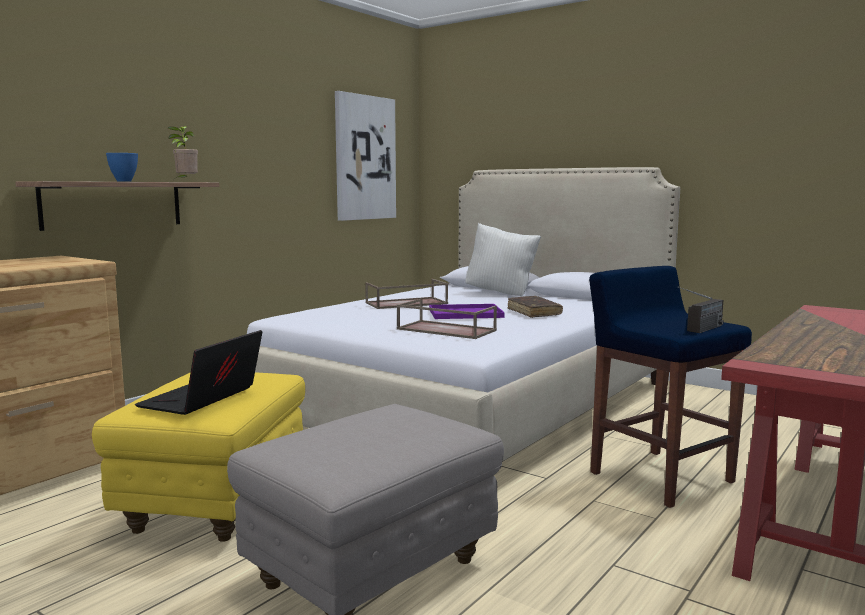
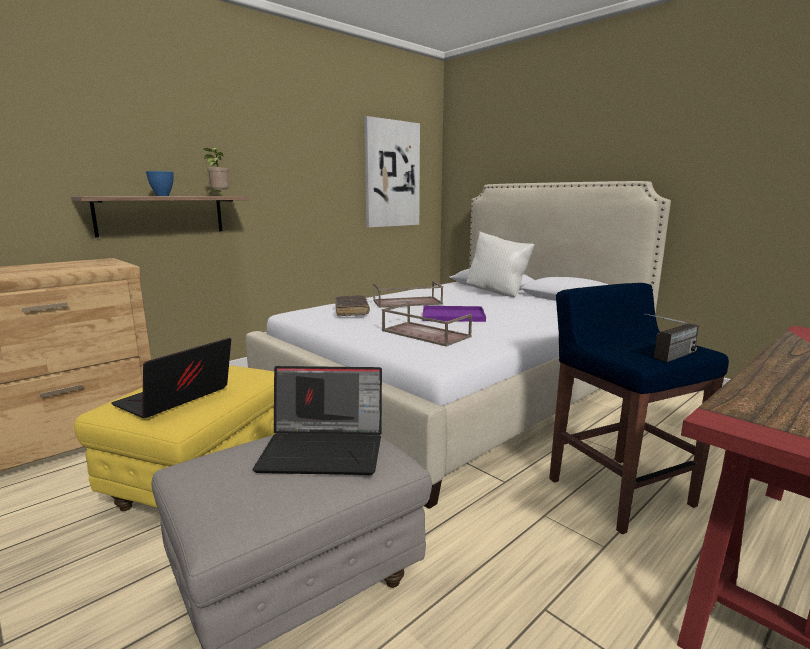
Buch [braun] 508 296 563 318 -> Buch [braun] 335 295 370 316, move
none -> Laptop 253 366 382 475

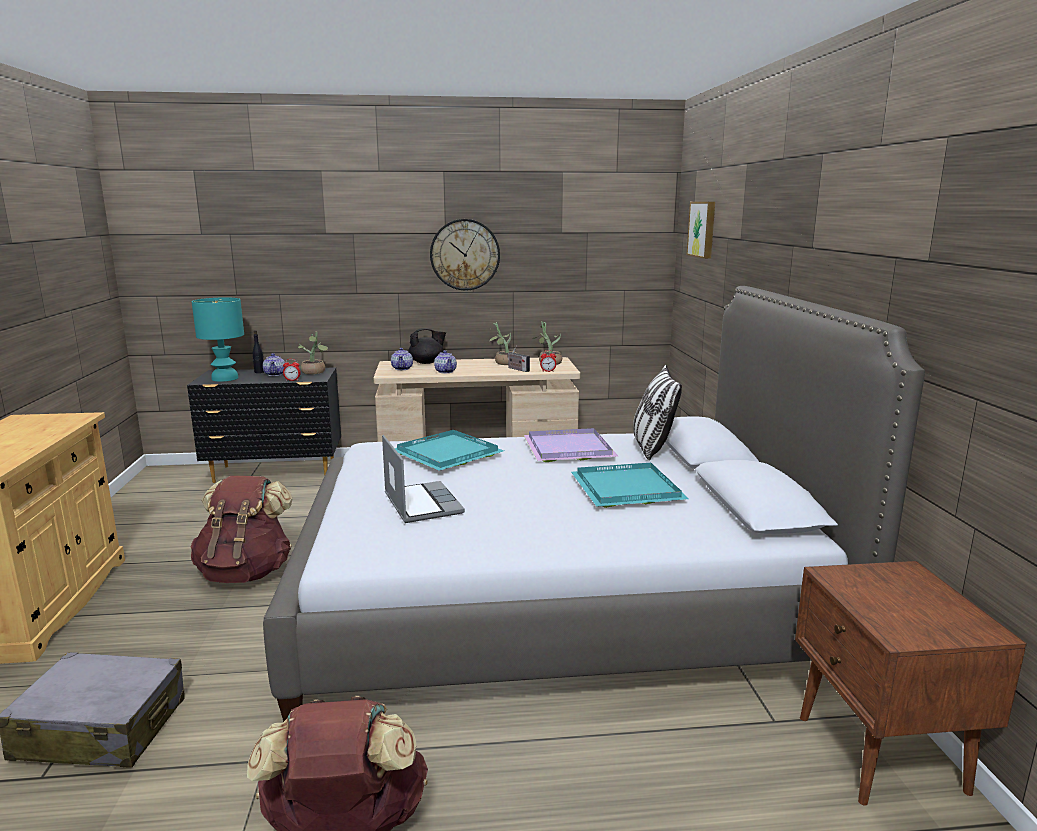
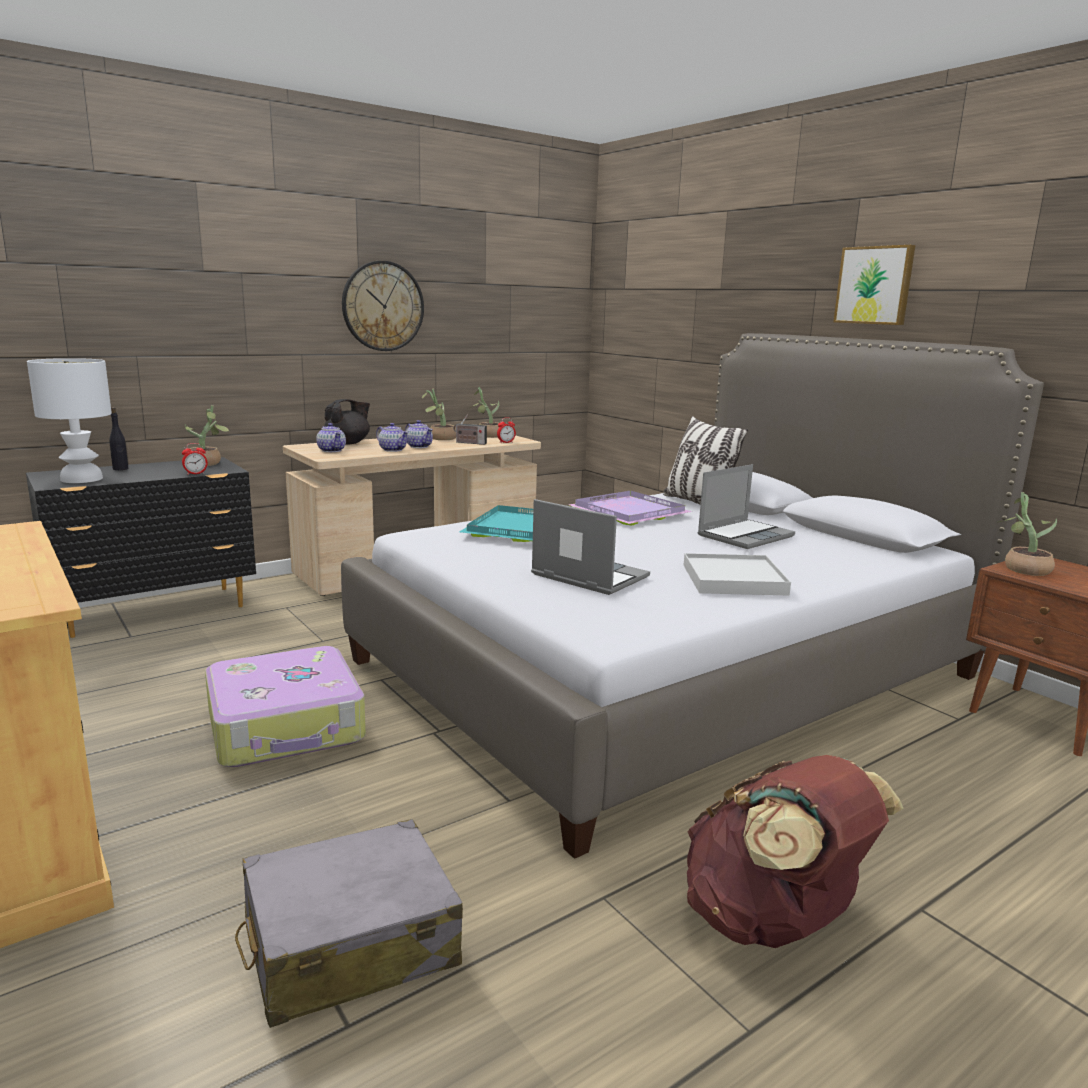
Rucksack [braun] 190 476 293 583 -> Koffer 205 646 366 767
Tischlampe [türkis] 192 297 244 382 -> Tischlampe [weiß] 27 358 112 483
Teekanne 263 353 286 376 -> Teekanne 405 420 433 448, move
Tablett [türkis] 571 463 689 508 -> Laptop 698 464 795 549
Bild 687 202 715 259 -> Bild 834 245 915 325, move
none -> Tablett [weiß] 684 553 791 596
none -> Topfpflanze 998 492 1057 576

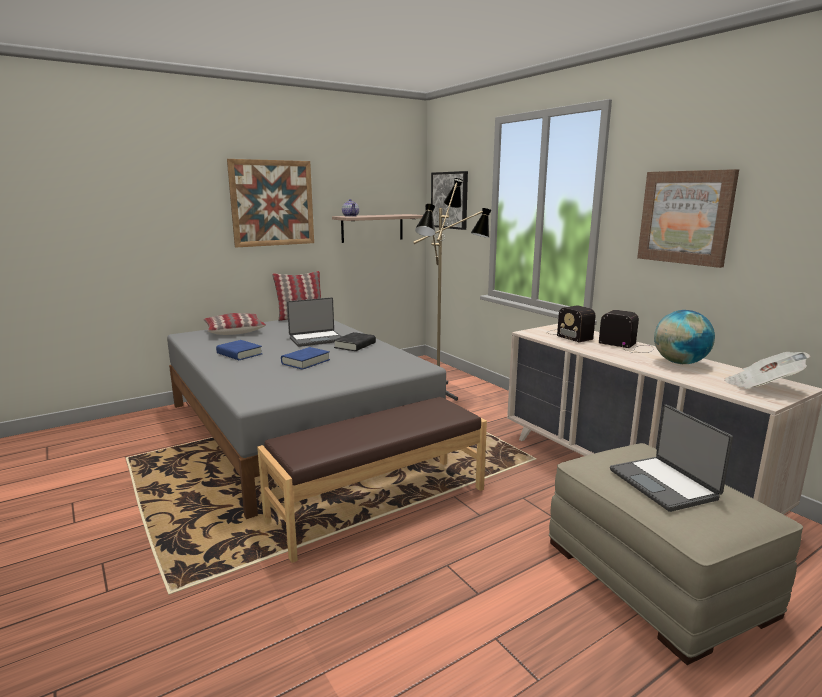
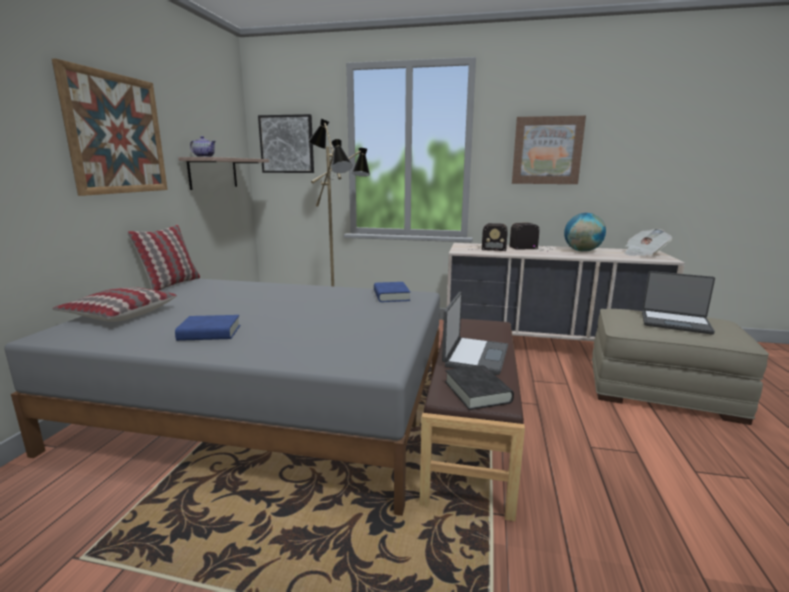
Buch [blau] 281 347 330 370 -> Buch [blau] 374 282 410 302, move
Laptop 287 297 342 347 -> Laptop 442 292 508 375, move
Buch [schwarz] 334 332 376 351 -> Buch [schwarz] 445 365 514 410, move

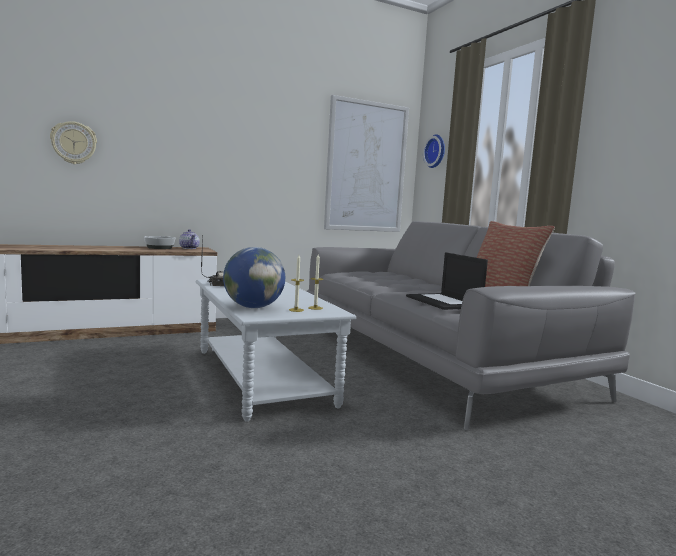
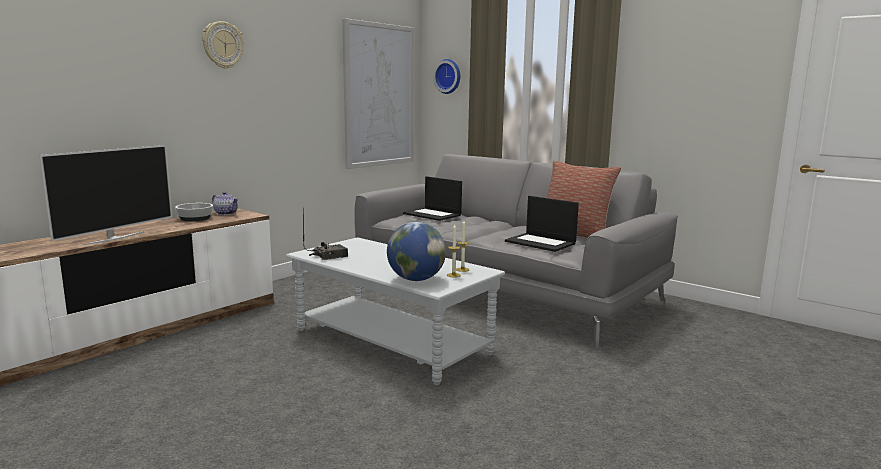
Wanduhr 50 121 97 164 -> Wanduhr 202 21 244 69, move
none -> Fernseher 39 145 172 246
none -> Laptop 403 176 462 221

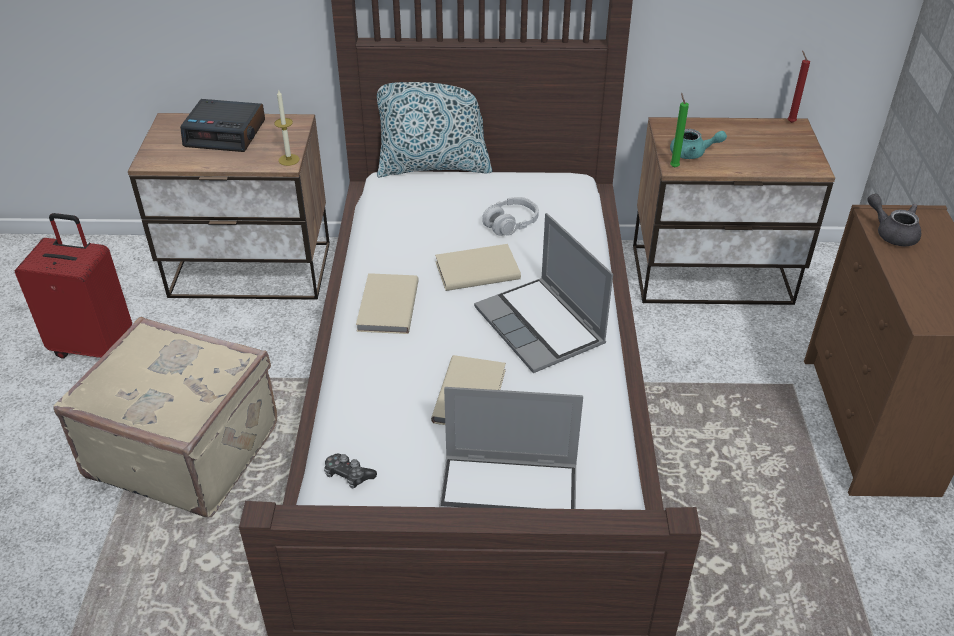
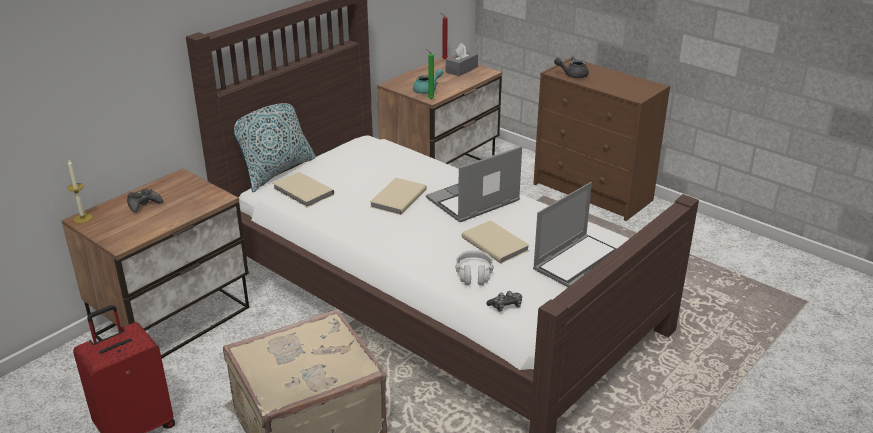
Wecker 180 99 265 152 -> Gamepad [schwarz] 127 188 163 213
Kerze 274 89 300 166 -> Kerze 67 160 92 223, move
Buch [beige] 356 273 419 334 -> Buch [beige] 273 172 334 207, move
Laptop 474 213 613 373 -> Laptop 426 146 522 222, 135 degrees clockwise
Kopfhörer [grau] 482 197 539 236 -> Kopfhörer [grau] 455 250 494 285, move
none -> Taschentuchbox [grau] 446 43 478 76

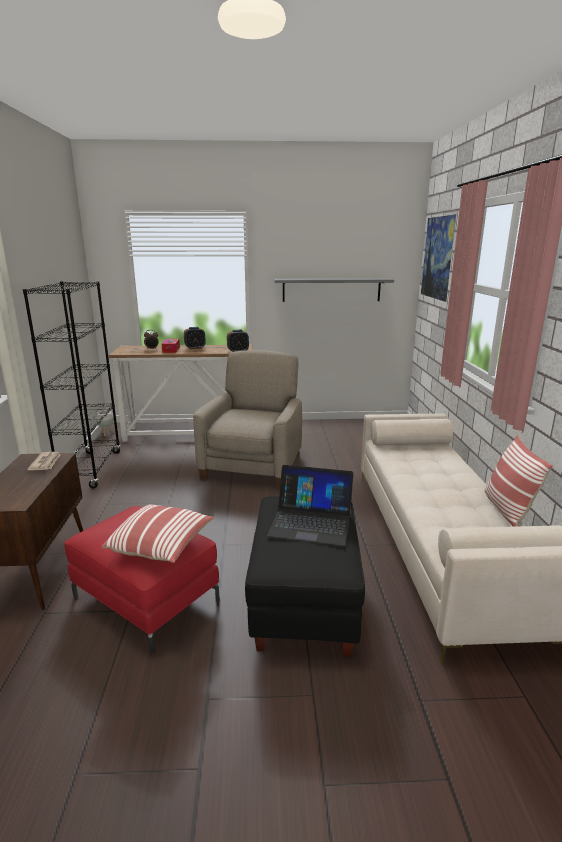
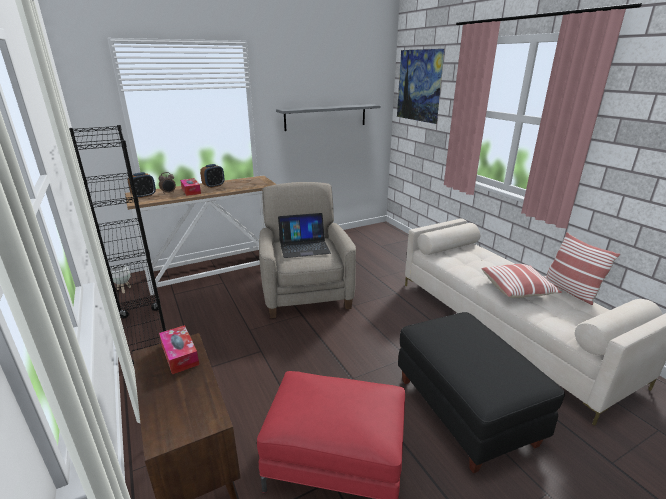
Zeitung 27 452 61 470 -> Taschentuchbox 159 325 199 374
Kissen 101 504 214 563 -> Kissen 482 264 562 298, move
Wecker 227 330 249 352 -> Wecker 128 172 156 198, move
Laptop 267 465 354 546 -> Laptop 278 213 331 258, move

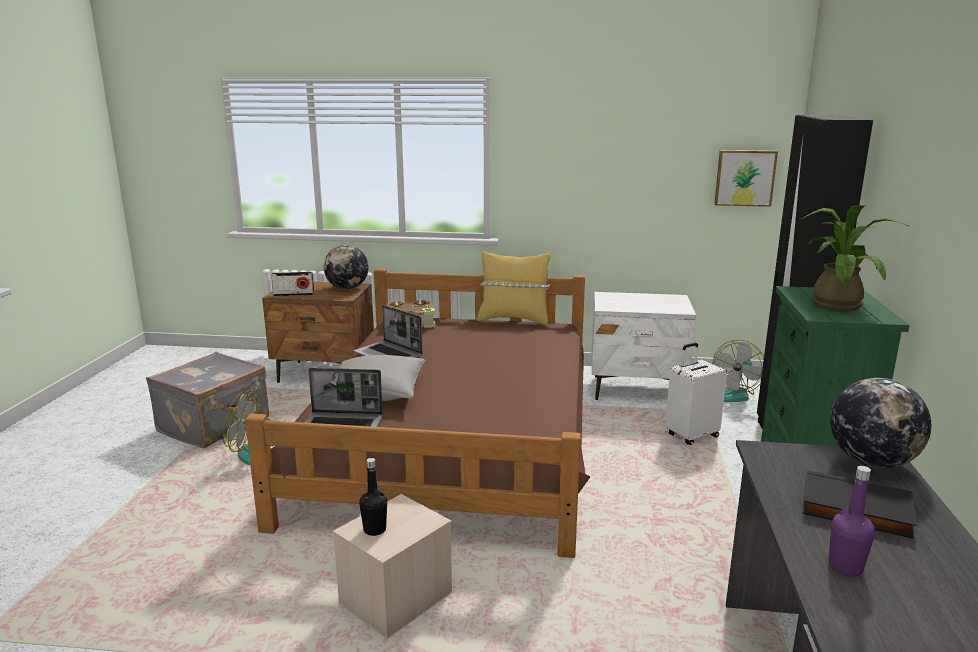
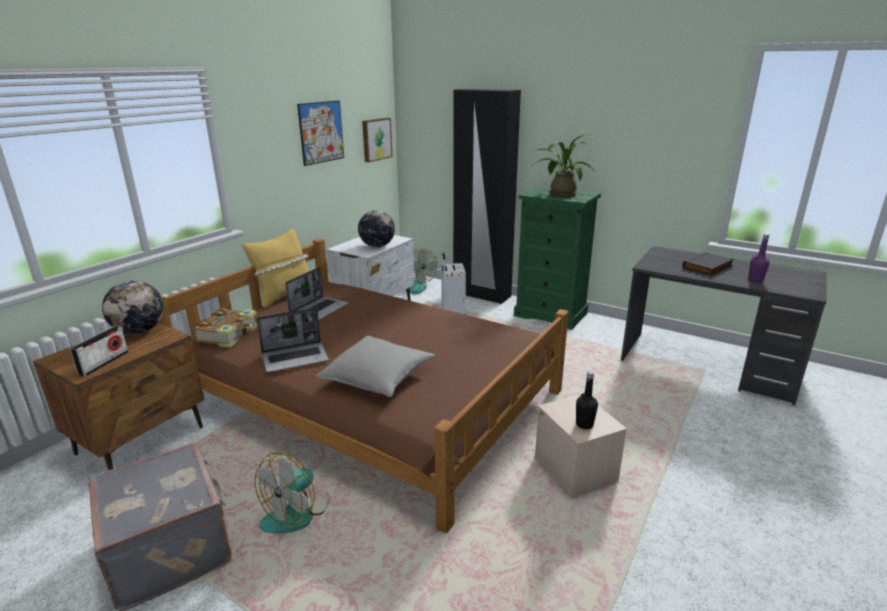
Laptop 304 368 383 427 -> Laptop 285 267 349 320, move
Globus 830 378 931 468 -> Globus 358 210 395 247, move
none -> Bild 297 101 344 166

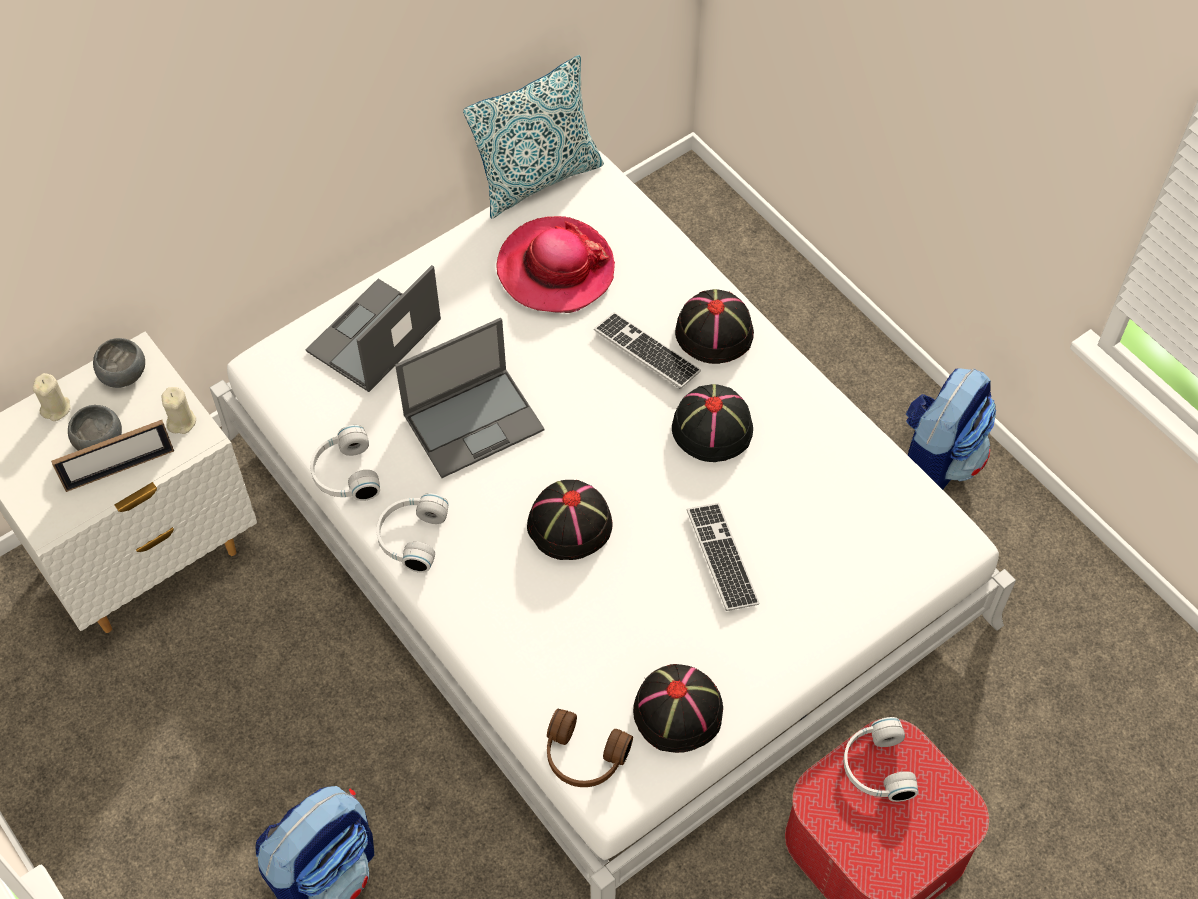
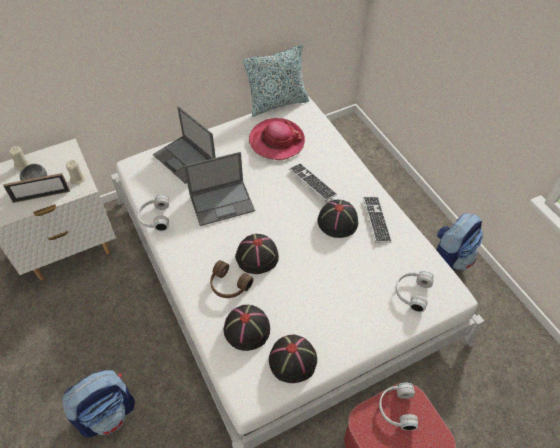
Schüssel [grau] 93 338 145 388 -> none
Laptop 306 265 441 392 -> Laptop 153 106 216 184, 90 degrees counterclockwise
Kopfhörer [weiß] 376 493 449 573 -> Kopfhörer [weiß] 396 271 434 312, move
Kopfhörer [braun] 547 709 633 787 -> Kopfhörer [braun] 210 260 254 298, move
Hut [schwarz] 675 289 754 364 -> Hut [schwarz] 224 305 270 351, move
Tastatur 687 503 759 611 -> Tastatur 363 197 392 243, move

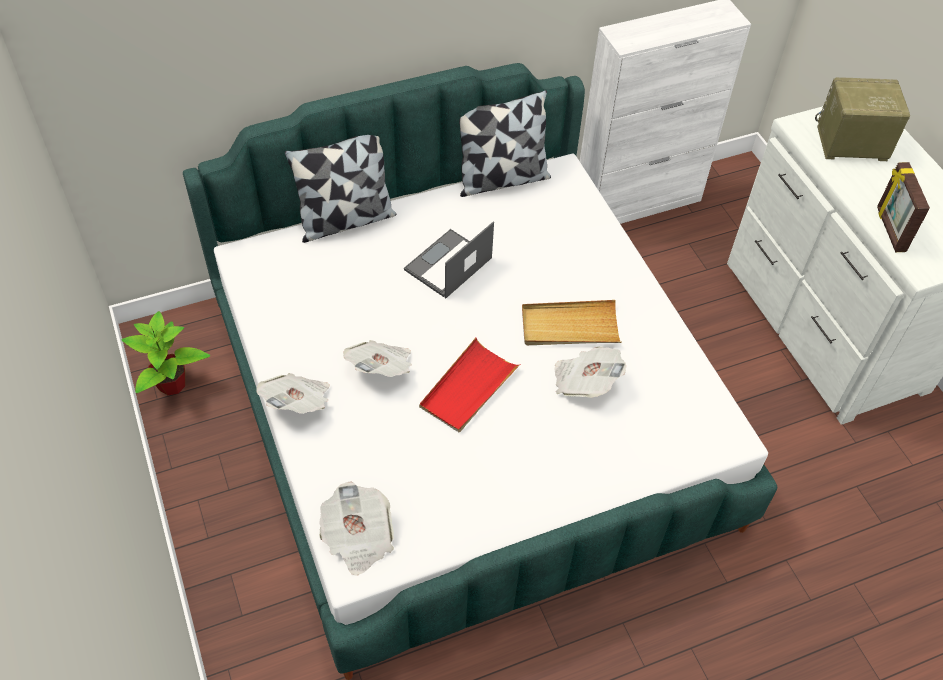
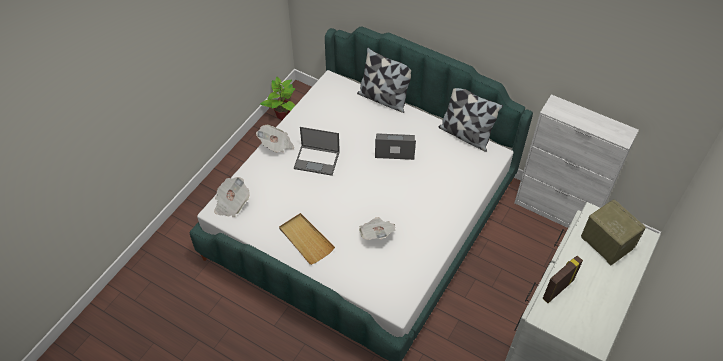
Zeitung 343 340 412 377 -> Laptop 294 127 340 176
Tablett [rot] 419 338 521 433 -> none
Tablett [beige] 522 300 621 345 -> Tablett [beige] 279 213 335 265, move

